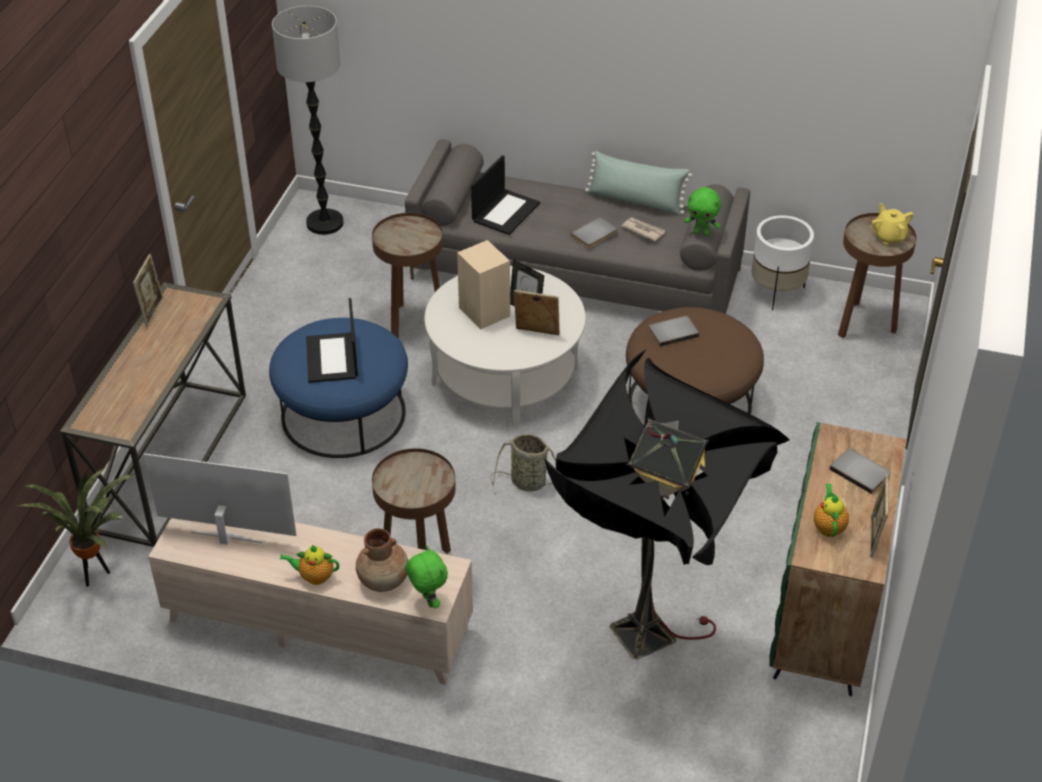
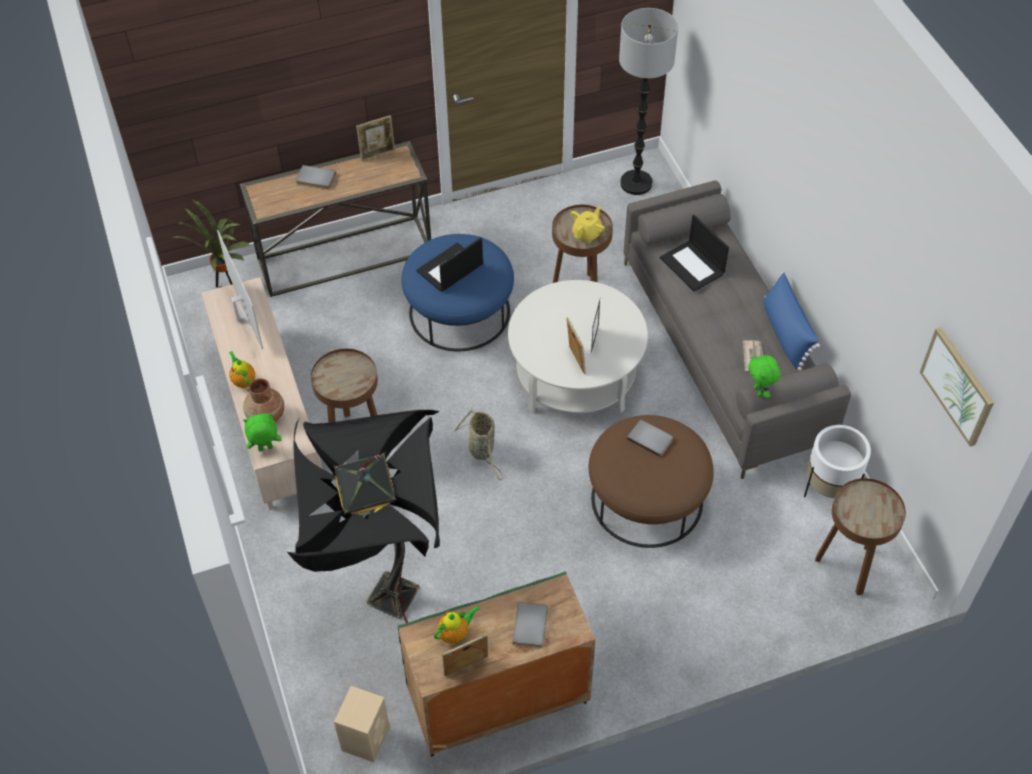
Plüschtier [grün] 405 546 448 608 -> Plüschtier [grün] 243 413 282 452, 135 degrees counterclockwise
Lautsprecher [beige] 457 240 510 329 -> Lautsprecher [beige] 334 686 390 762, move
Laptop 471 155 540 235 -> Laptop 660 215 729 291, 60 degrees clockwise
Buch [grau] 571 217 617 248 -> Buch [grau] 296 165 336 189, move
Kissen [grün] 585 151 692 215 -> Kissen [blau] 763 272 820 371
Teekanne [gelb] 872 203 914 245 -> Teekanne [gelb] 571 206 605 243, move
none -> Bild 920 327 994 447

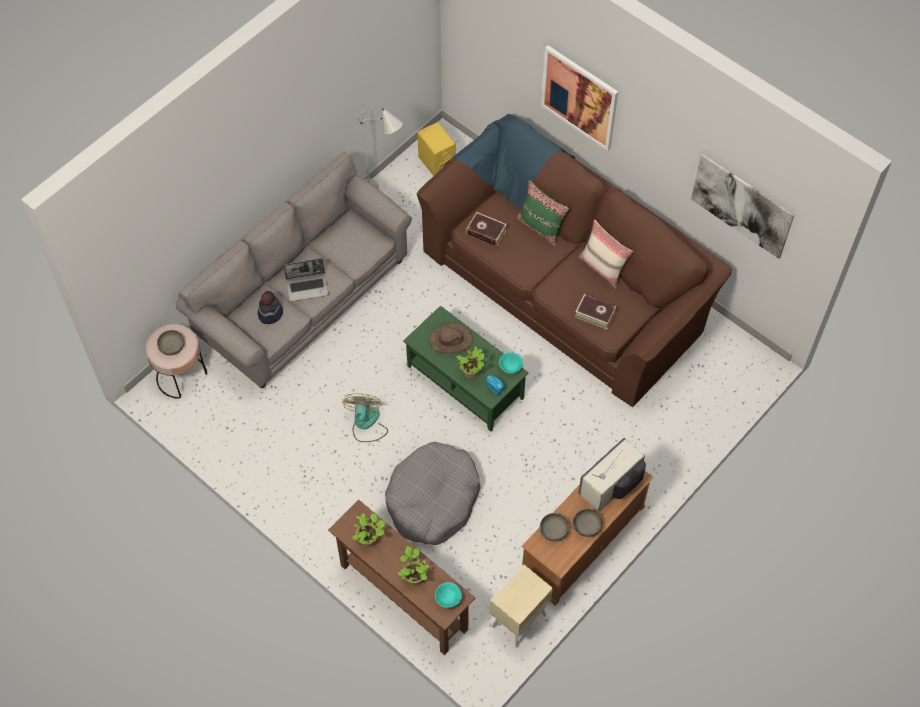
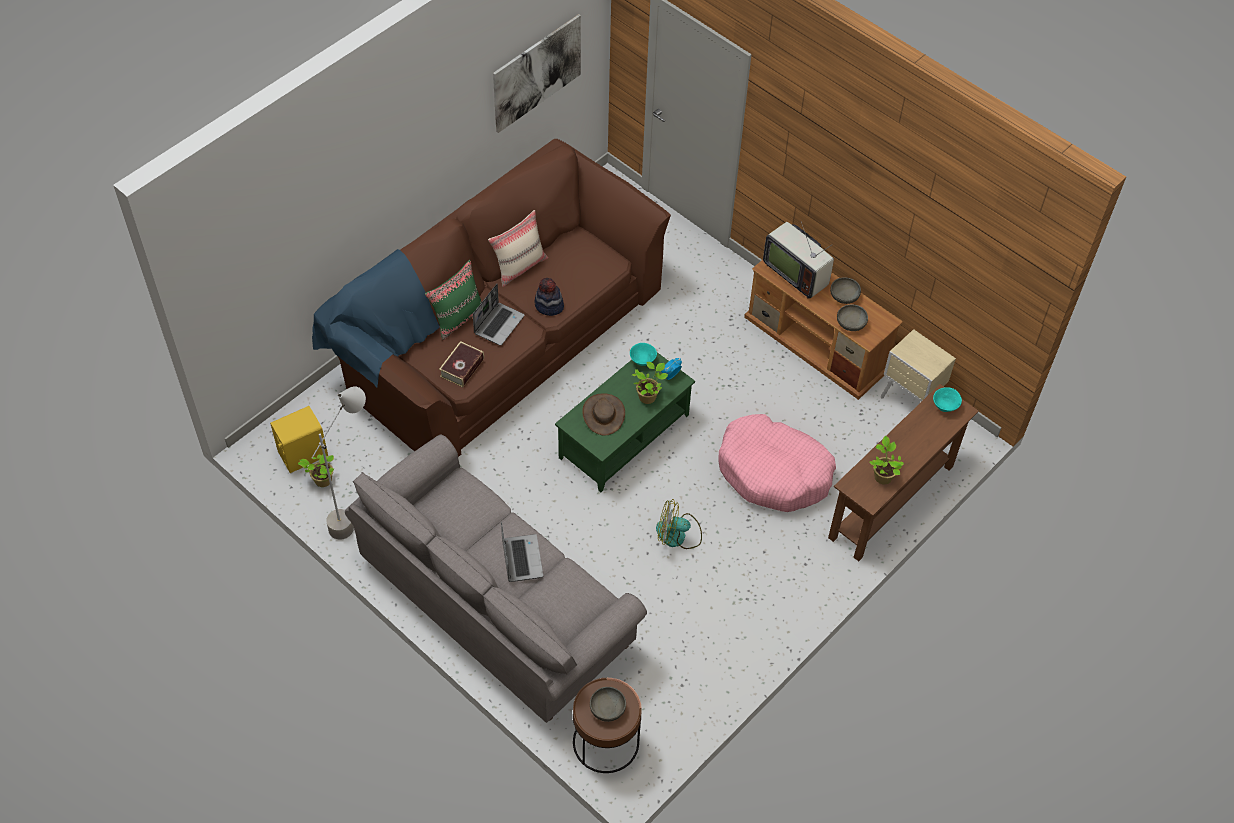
Beistelltisch [rosa] 146 324 207 399 -> Beistelltisch [braun] 573 678 642 773
Hut 258 291 283 324 -> Hut 534 278 564 316, move
Hundebett [grau] 385 442 481 545 -> Hundebett [rosa] 719 414 836 512
Topfpflanze 398 546 429 586 -> Topfpflanze 298 453 334 487, move
Bild 541 45 618 151 -> none
Buch 575 294 617 330 -> none
none -> Laptop 473 284 525 345

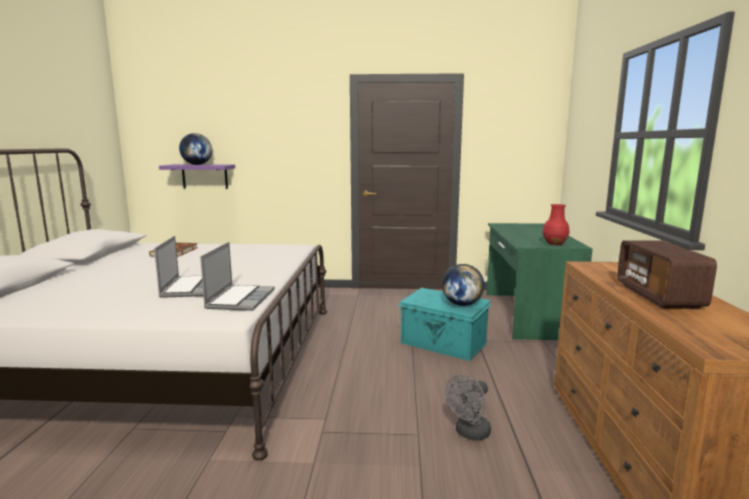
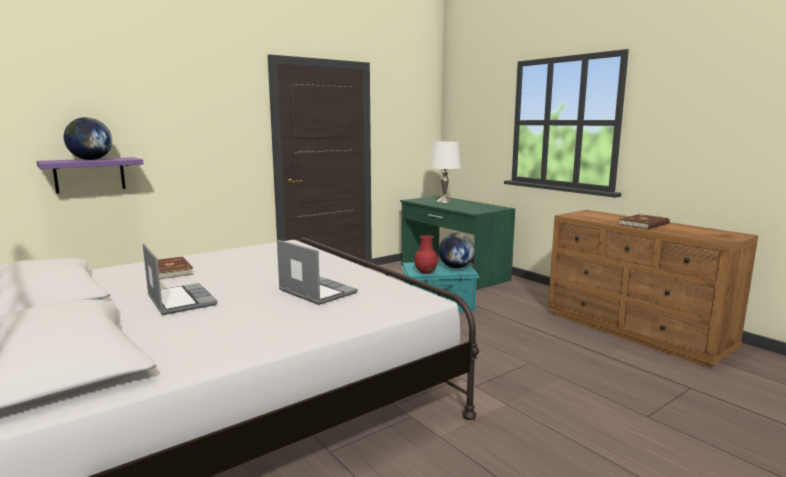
Laptop 200 242 275 311 -> Laptop 143 244 217 315, move
Ventilator [grau] 445 374 491 441 -> none
Vase [rot] 543 204 569 245 -> Vase [rot] 414 235 438 274, move
Radio 617 240 717 309 -> Buch [braun] 618 214 670 229
none -> Tischlampe [weiß] 429 141 461 203

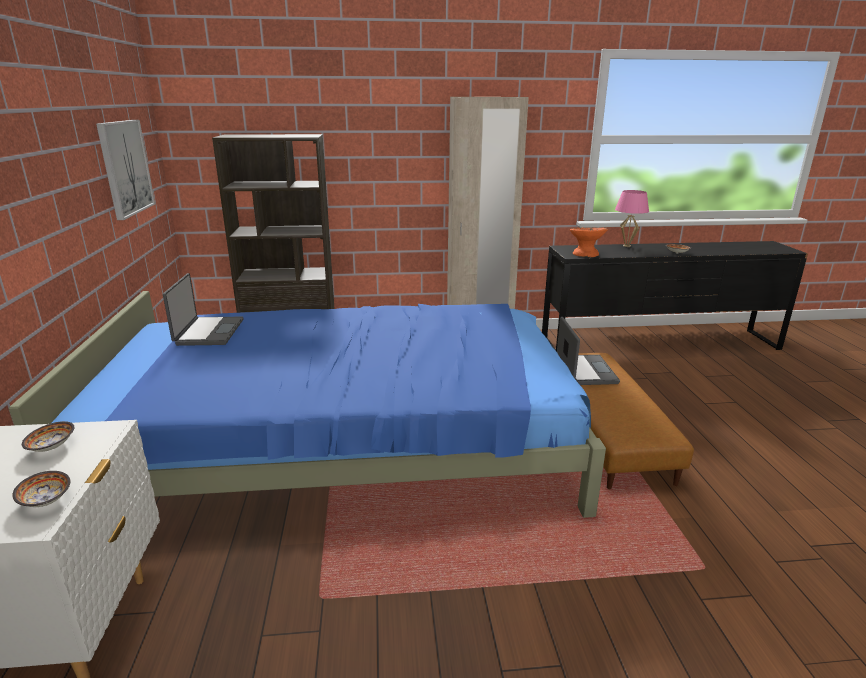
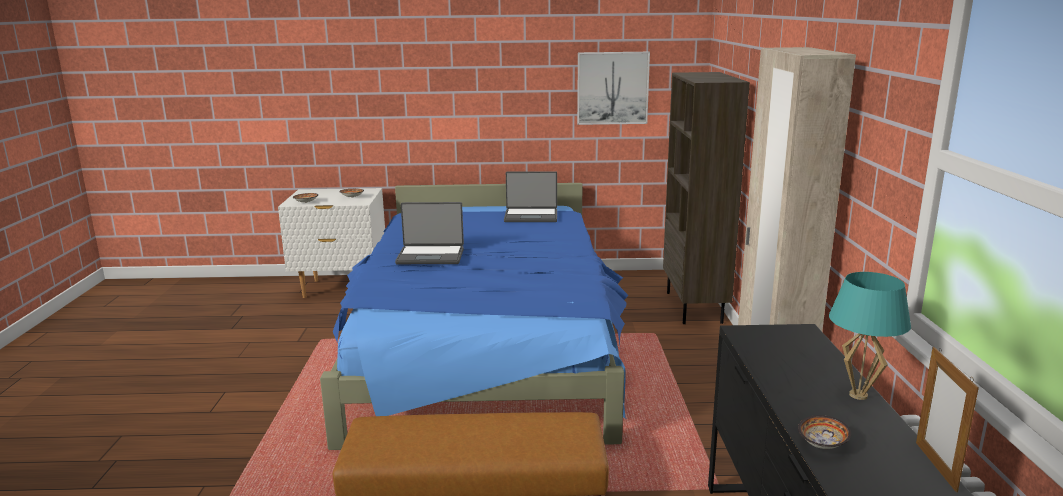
Laptop 557 317 620 385 -> Laptop 395 202 464 264, move
Schüssel [orange] 570 227 608 257 -> none
Tischlampe [rosa] 615 190 649 247 -> Tischlampe [türkis] 829 272 911 400
none -> Bilderrahmen 916 347 979 493

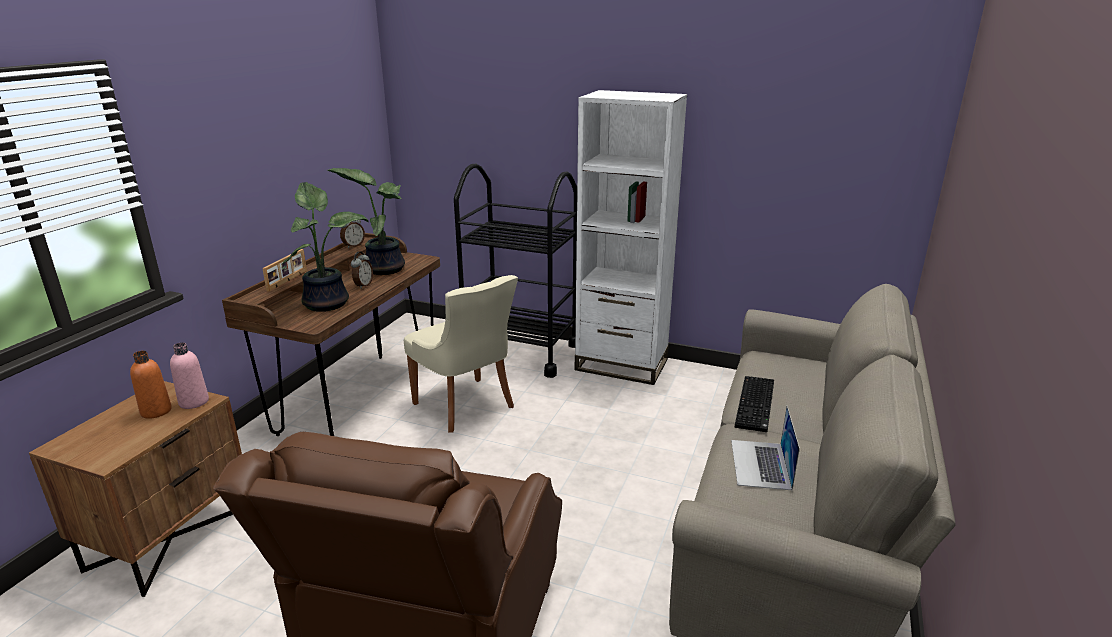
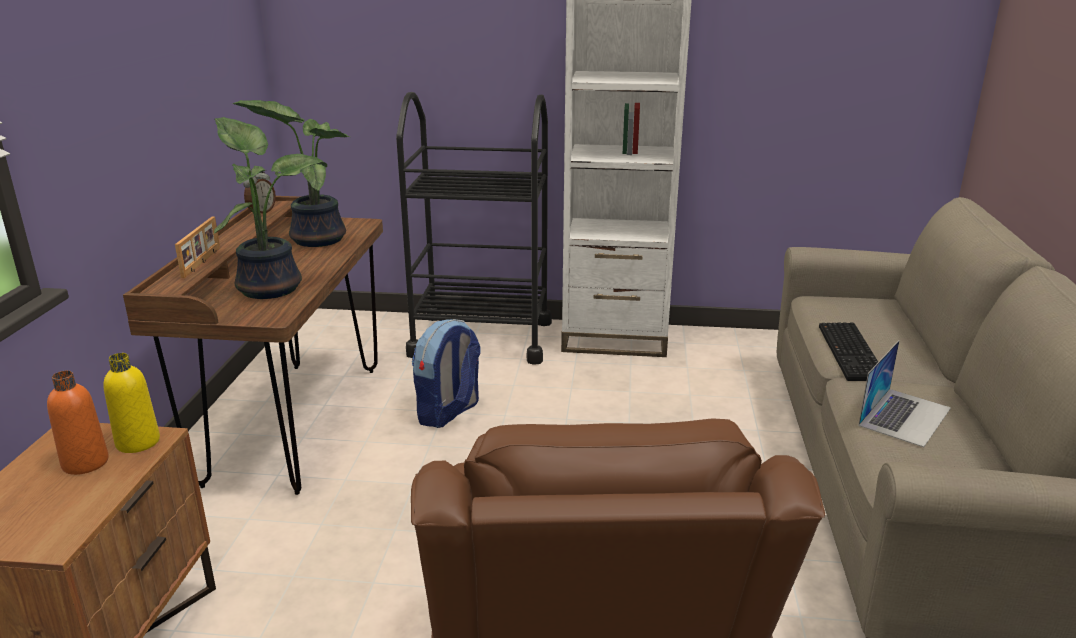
Flasche [rosa] 170 342 209 409 -> Flasche [gelb] 104 353 160 453
Wecker 351 252 373 289 -> none
Stuhl [beige] 404 275 518 433 -> Rucksack 412 319 480 428
Laptop 731 406 800 490 -> Laptop 858 340 951 447, 135 degrees counterclockwise

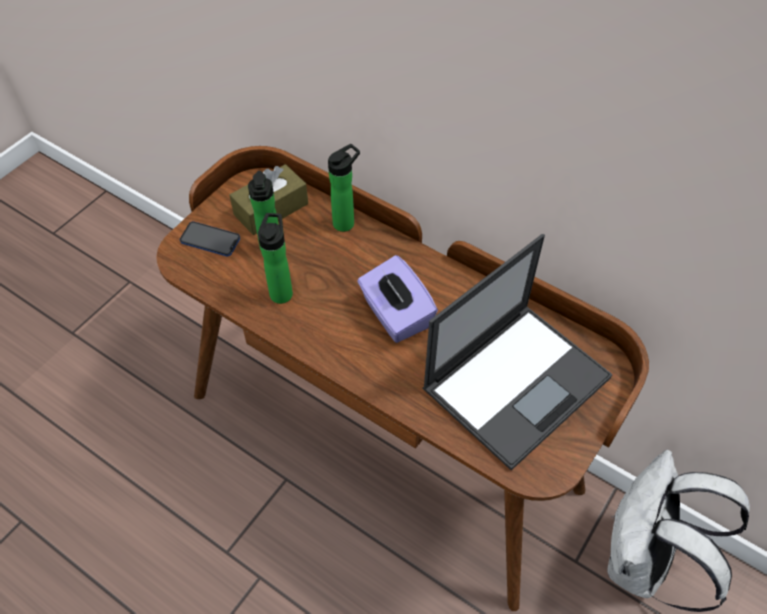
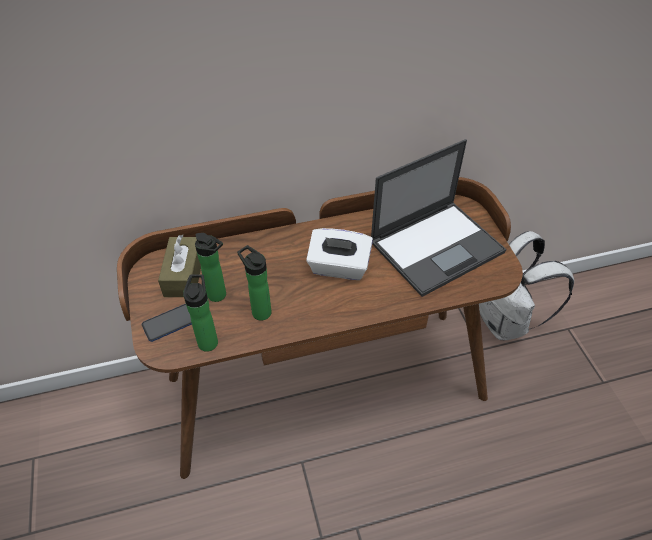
Flasche 328 144 360 232 -> Flasche 183 274 218 352, move
Taschentuchbox [lila] 357 255 438 343 -> Taschentuchbox [weiß] 306 228 373 280
Laptop 423 234 613 471 -> Laptop 371 139 507 297, 60 degrees clockwise

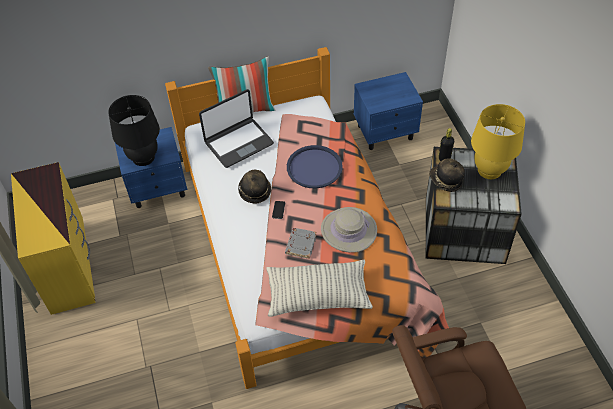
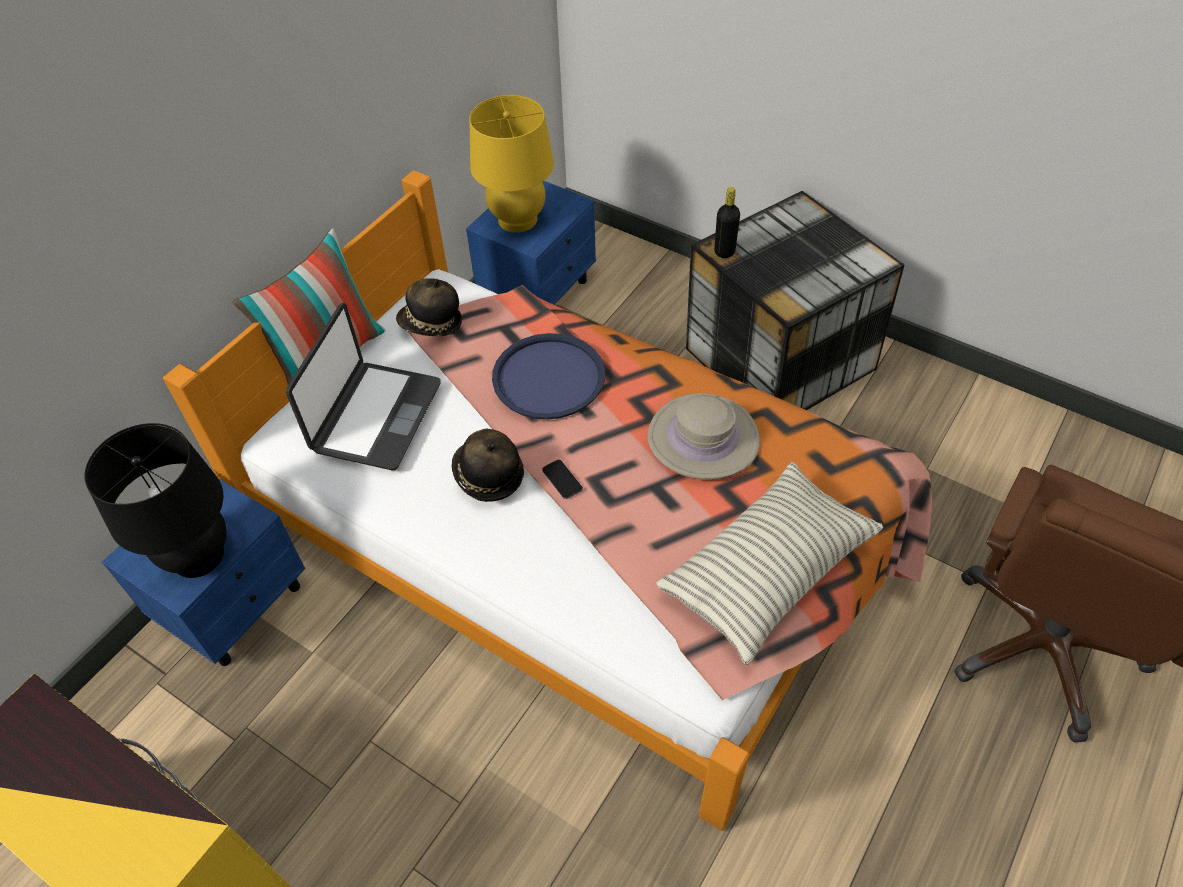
Buch [grau] 285 228 317 259 -> none
Hut 429 159 465 192 -> Hut 396 278 462 336, move
Tischlampe [gelb] 471 104 525 179 -> Tischlampe [gelb] 469 95 554 233, move

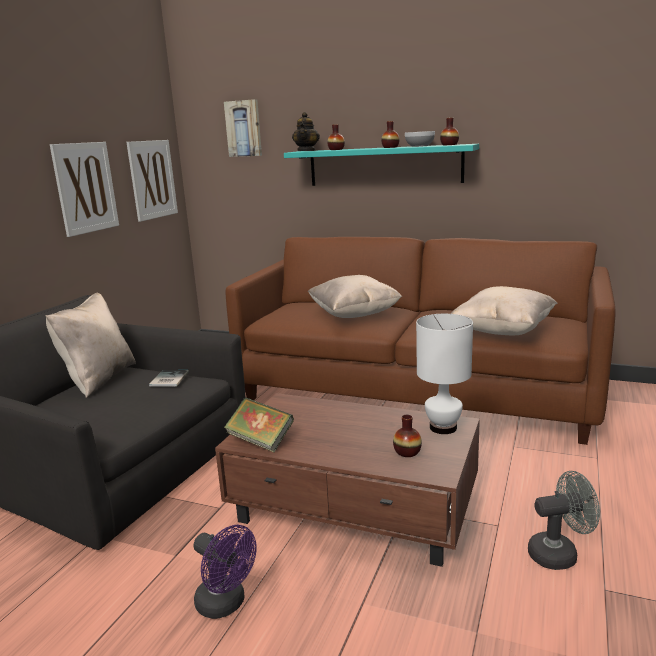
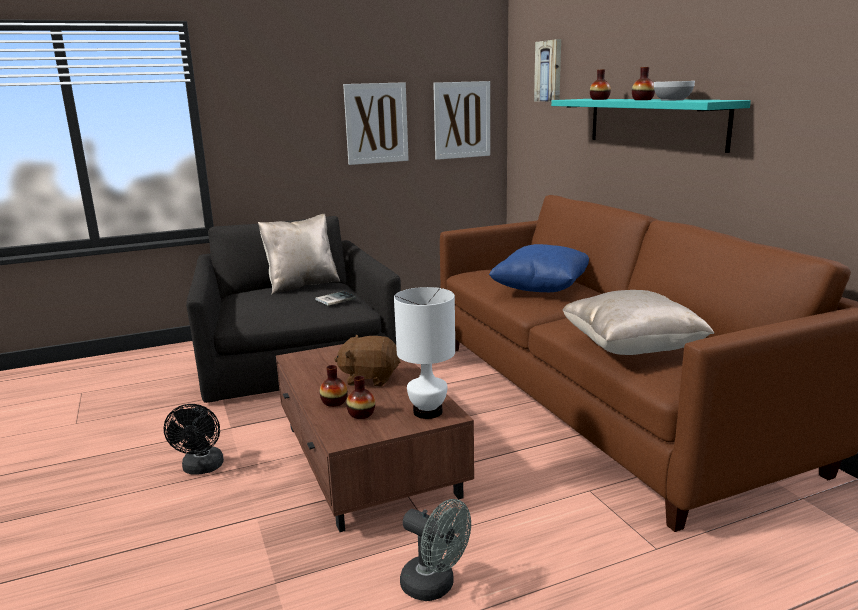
Ventilator [lila] 194 525 257 619 -> Ventilator [schwarz] 164 404 224 475
Buch 224 398 294 453 -> none
Teekanne 292 112 320 151 -> none
Kissen [beige] 308 275 402 318 -> Kissen [blau] 489 244 589 292
Vase 440 118 459 145 -> Vase 320 365 348 407, move
none -> Plüschtier [braun] 334 335 400 386

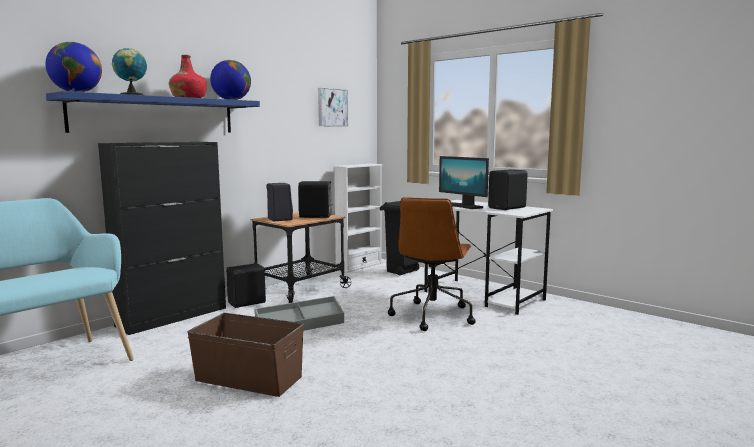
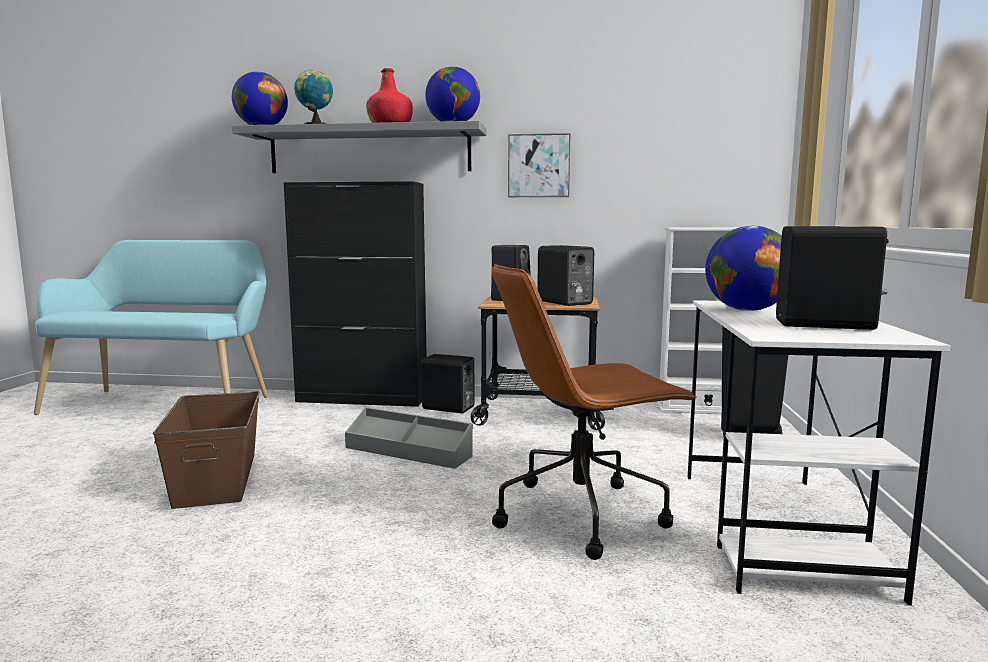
Wandregal [blau] 46 91 260 133 -> Wandregal [grau] 232 121 487 173
Bild 318 88 348 127 -> Bild 508 133 570 197, move
Monitor 439 156 489 209 -> Globus 705 226 782 311

